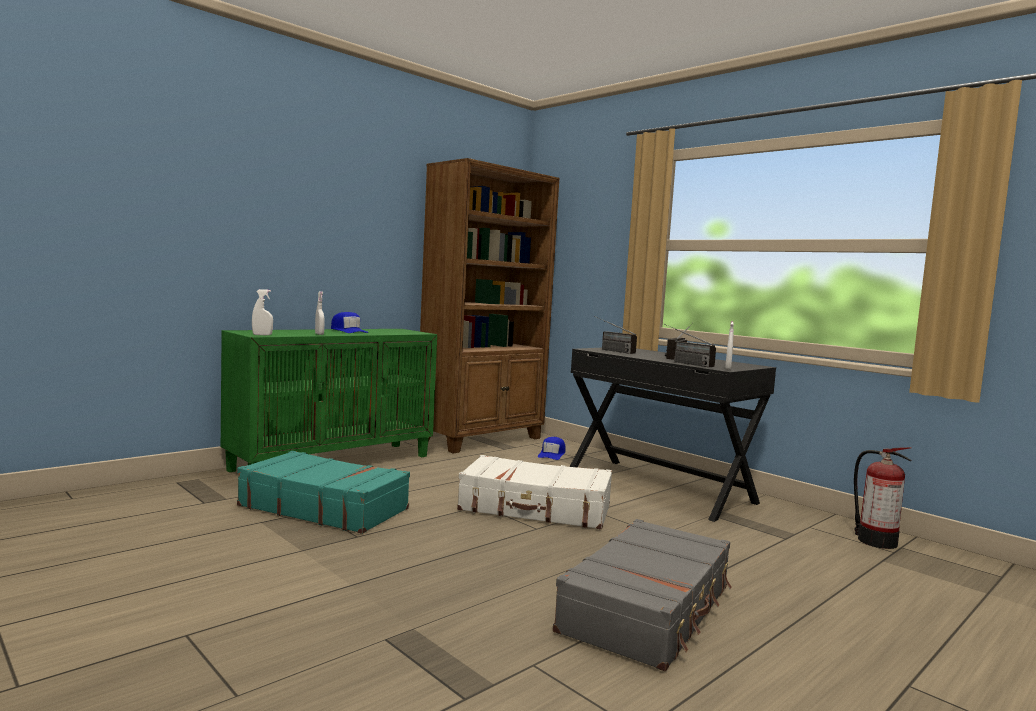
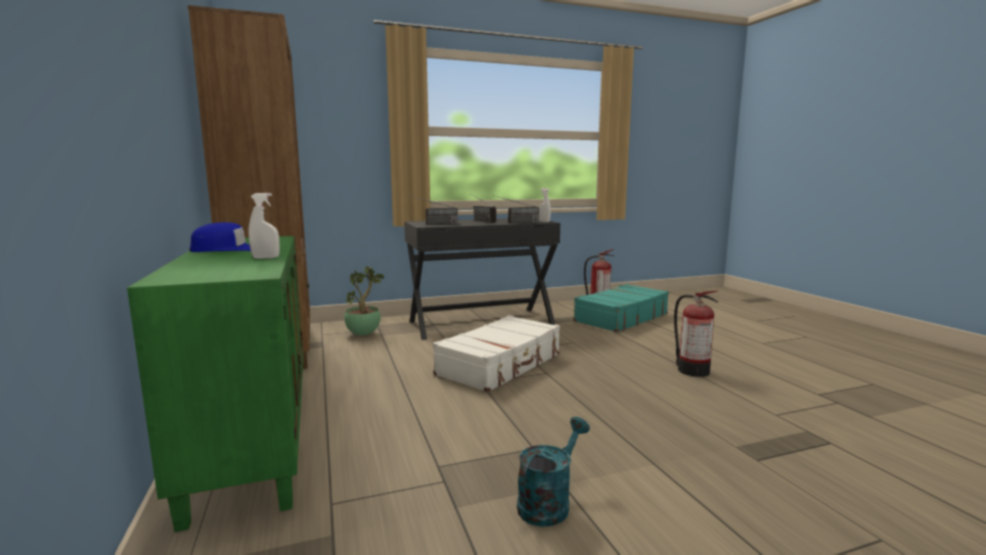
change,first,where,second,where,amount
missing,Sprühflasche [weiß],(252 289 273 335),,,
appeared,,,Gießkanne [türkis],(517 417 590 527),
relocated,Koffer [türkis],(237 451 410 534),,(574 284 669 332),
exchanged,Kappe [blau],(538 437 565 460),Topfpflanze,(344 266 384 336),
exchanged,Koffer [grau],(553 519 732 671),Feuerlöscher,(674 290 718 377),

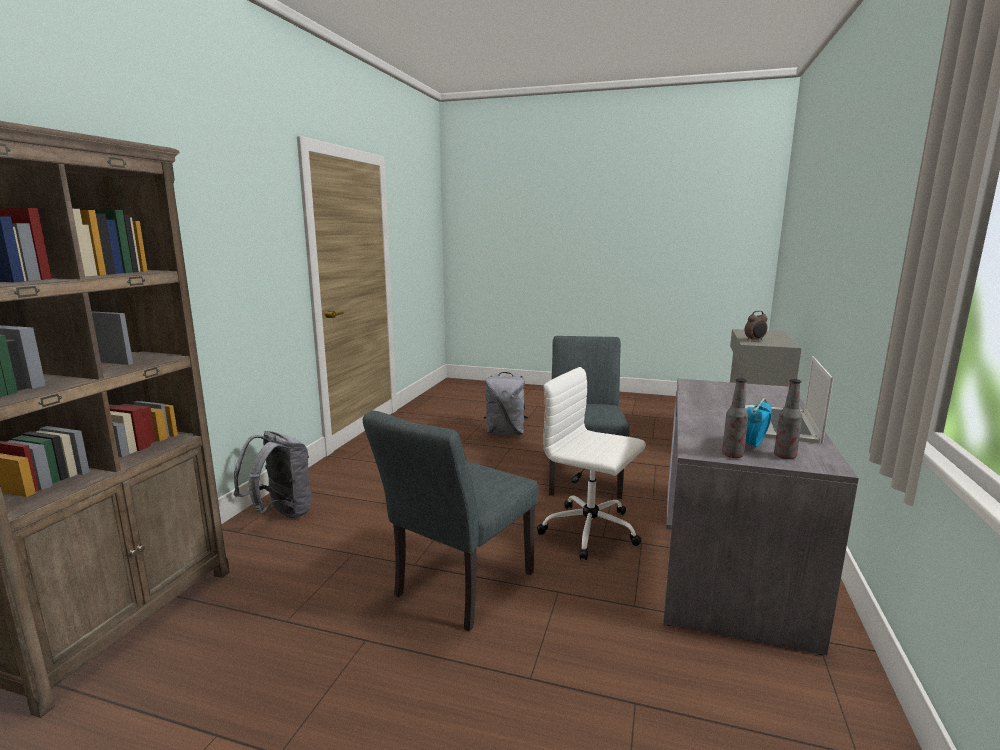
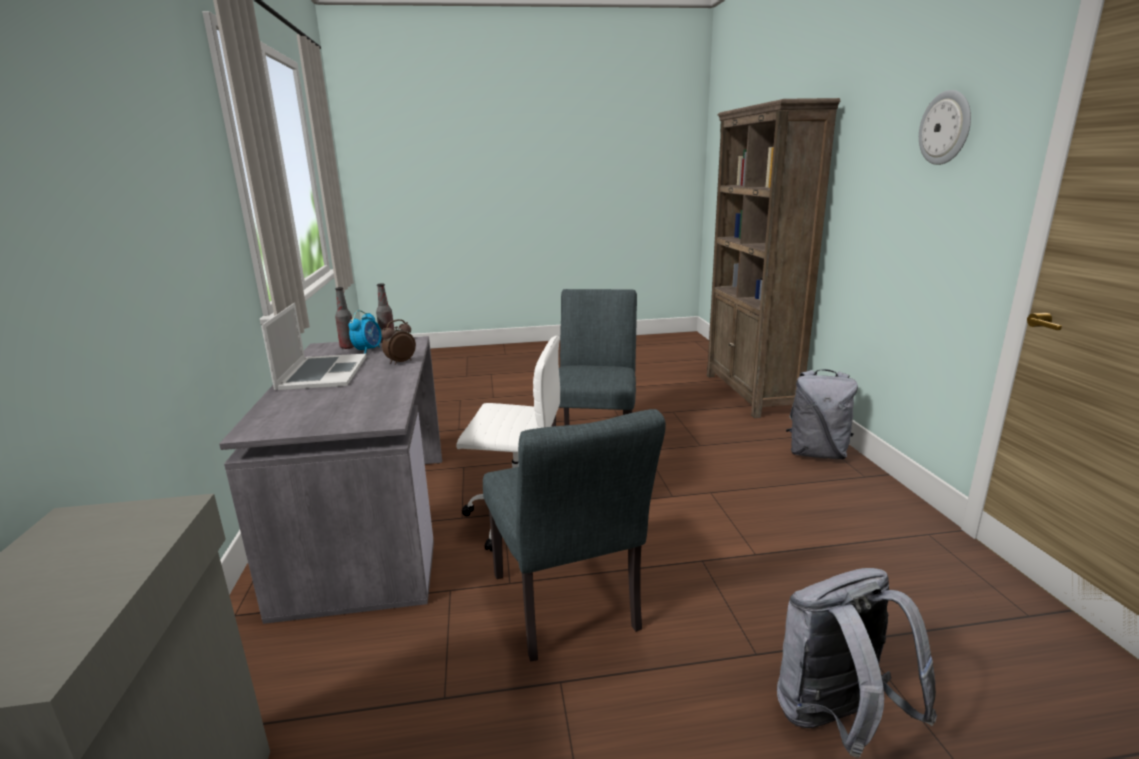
change,first,where,second,where,amount
appeared,,,Wanduhr,(919 90 971 165),
relocated,Wecker,(745 311 767 341),,(381 319 416 365),

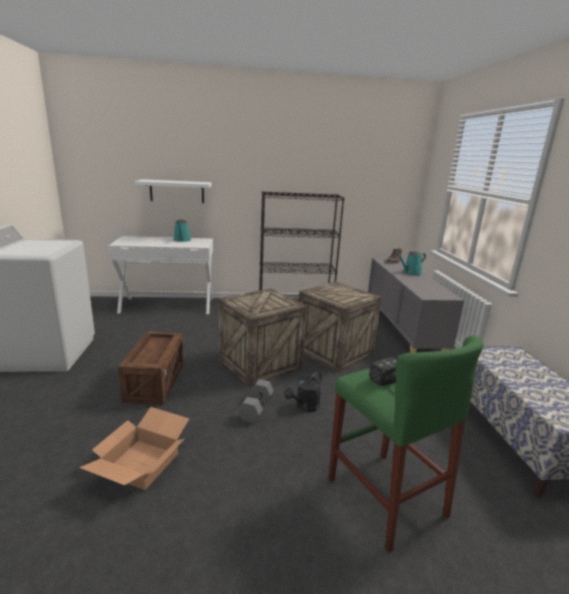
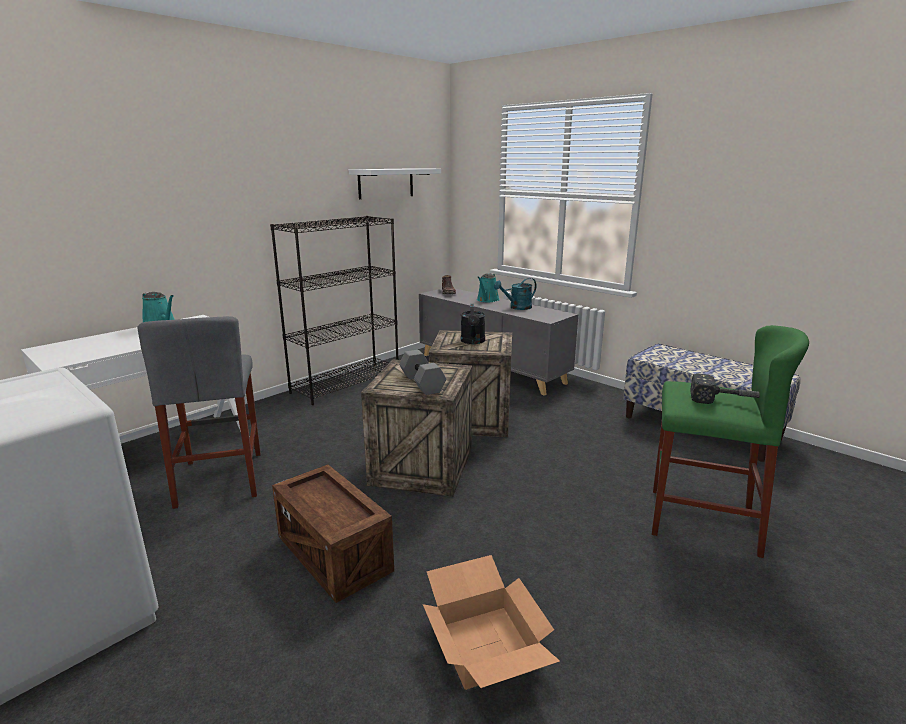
change,first,where,second,where,amount
appeared,,,Hocker [grau],(137 316 261 509),
appeared,,,Gießkanne [türkis],(494 278 536 310),
relocated,Wandregal [weiß],(135 179 211 203),,(349 168 441 199),
relocated,Hantel [grau],(238 379 274 423),,(399 350 446 395),
relocated,Gießkanne [schwarz],(284 372 322 412),,(461 304 485 344),

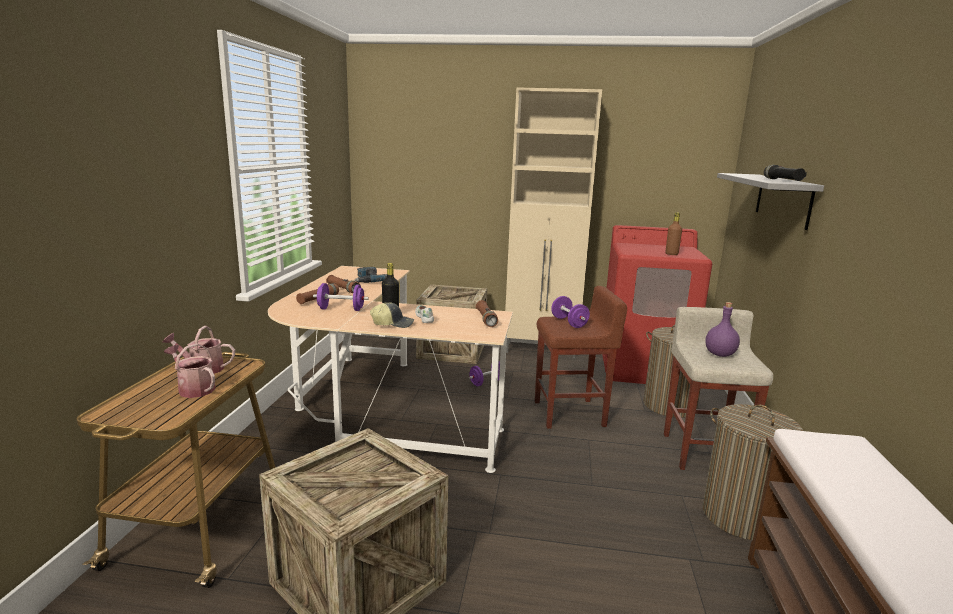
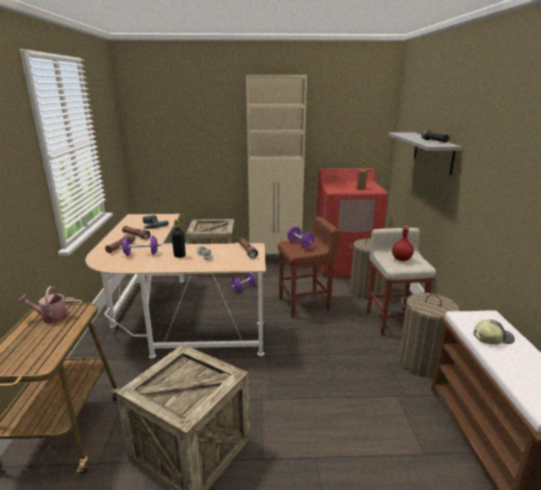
change,first,where,second,where,amount
missing,Gießkanne,(164 343 216 398),,,
relocated,Kappe,(370 303 414 328),,(473 319 515 345),
colour,Flasche [lila],(705 302 740 357),Flasche [rot],(392 226 414 261),

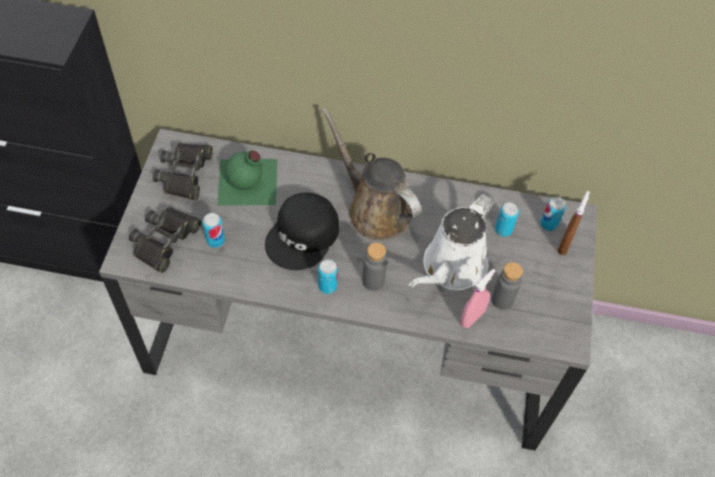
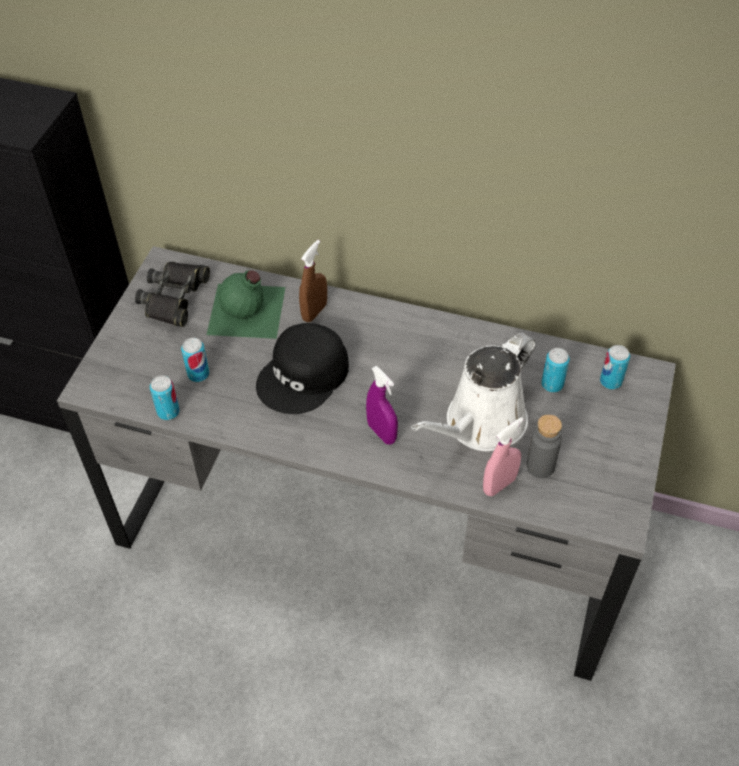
change,first,where,second,where,amount
missing,Fernglas [schwarz],(129 208 201 273),,,
missing,Gießkanne [braun],(322 107 421 240),,,
relocated,Dose,(318 259 338 294),,(150 375 180 420),
relocated,Sprühflasche [braun],(557 191 590 255),,(299 240 327 322),
exchanged,Flasche [grau],(362 243 387 291),Sprühflasche [lila],(366 366 398 445),

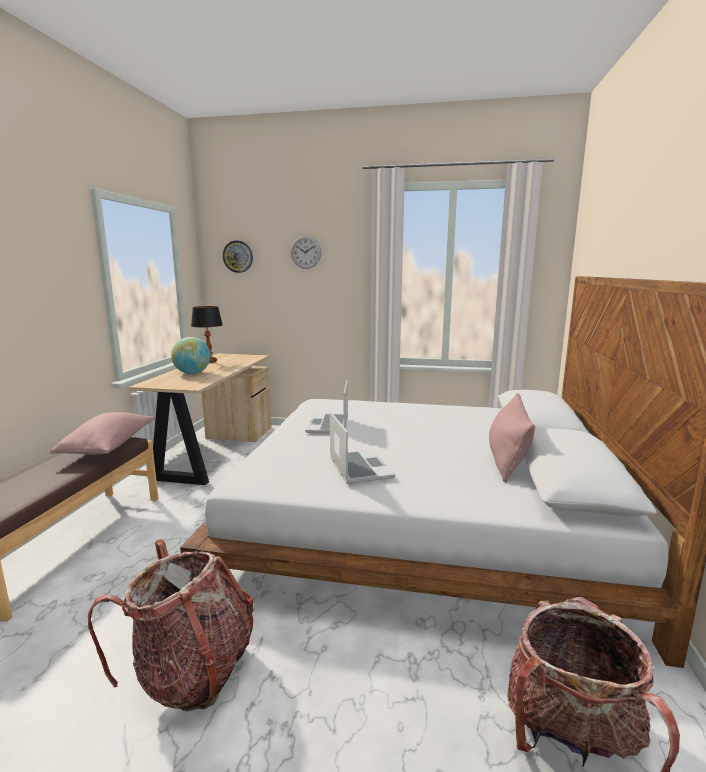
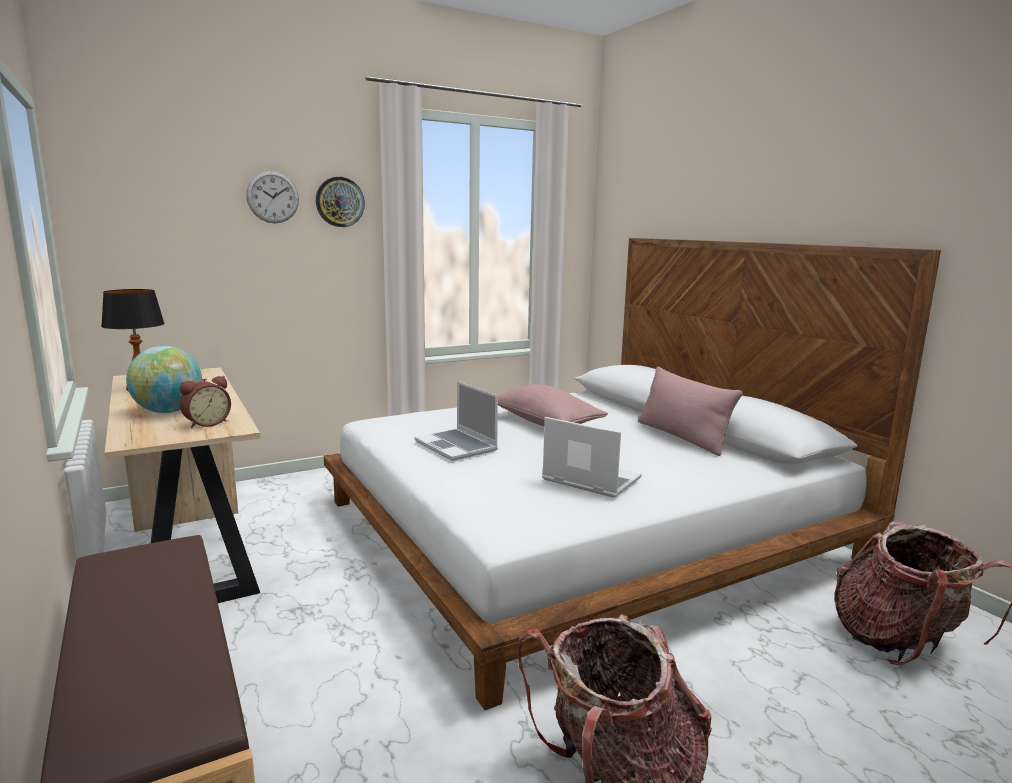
change,first,where,second,where,amount
appeared,,,Wecker,(180 376 231 428),
relocated,Kissen [rosa],(50 412 155 455),,(496 384 608 426),
relocated,Wanduhr,(223 241 253 273),,(316 177 365 227),

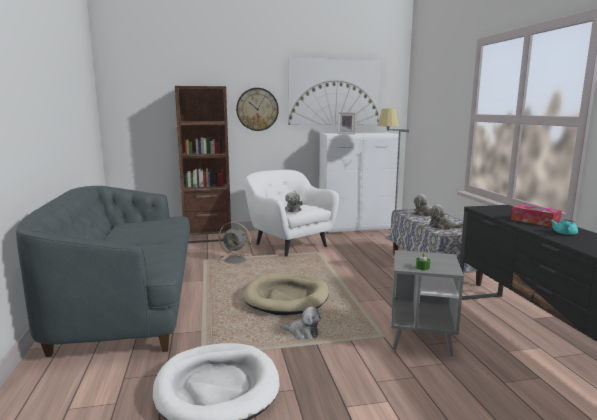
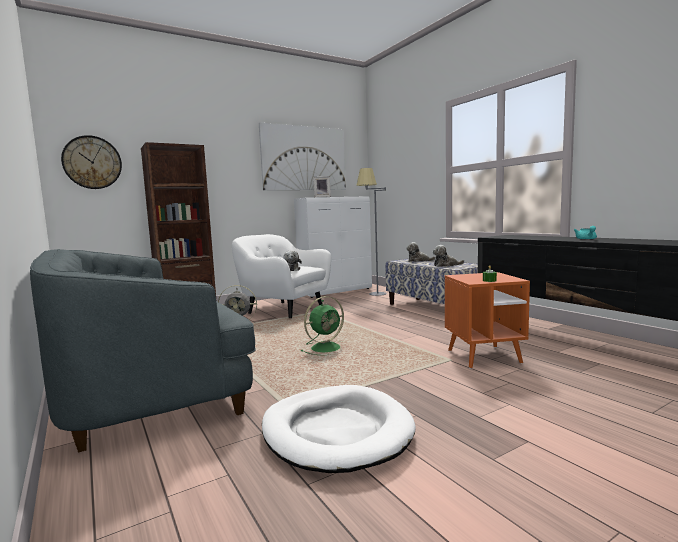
change,first,where,second,where,amount
missing,Plüschtier,(280 306 321 340),,,
missing,Taschentuchbox,(511 204 562 227),,,
relocated,Wanduhr,(236 88 279 131),,(61 135 122 189),
exchanged,Hundebett [beige],(243 273 329 315),Ventilator [grün],(300 296 344 355),
colour,Beistelltisch [grau],(391 250 464 358),Beistelltisch [orange],(445 272 530 369),

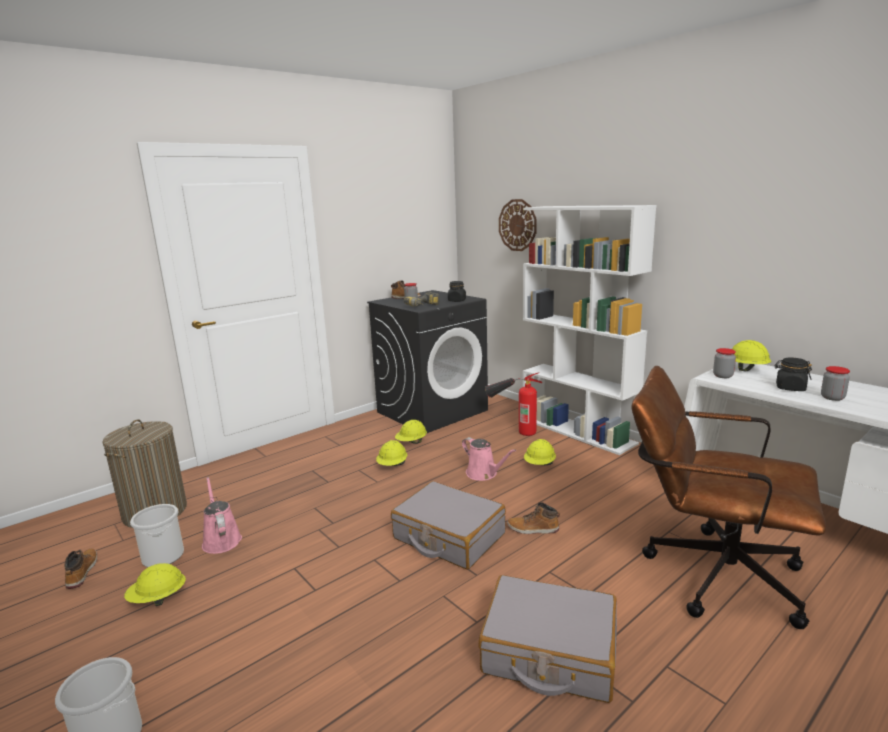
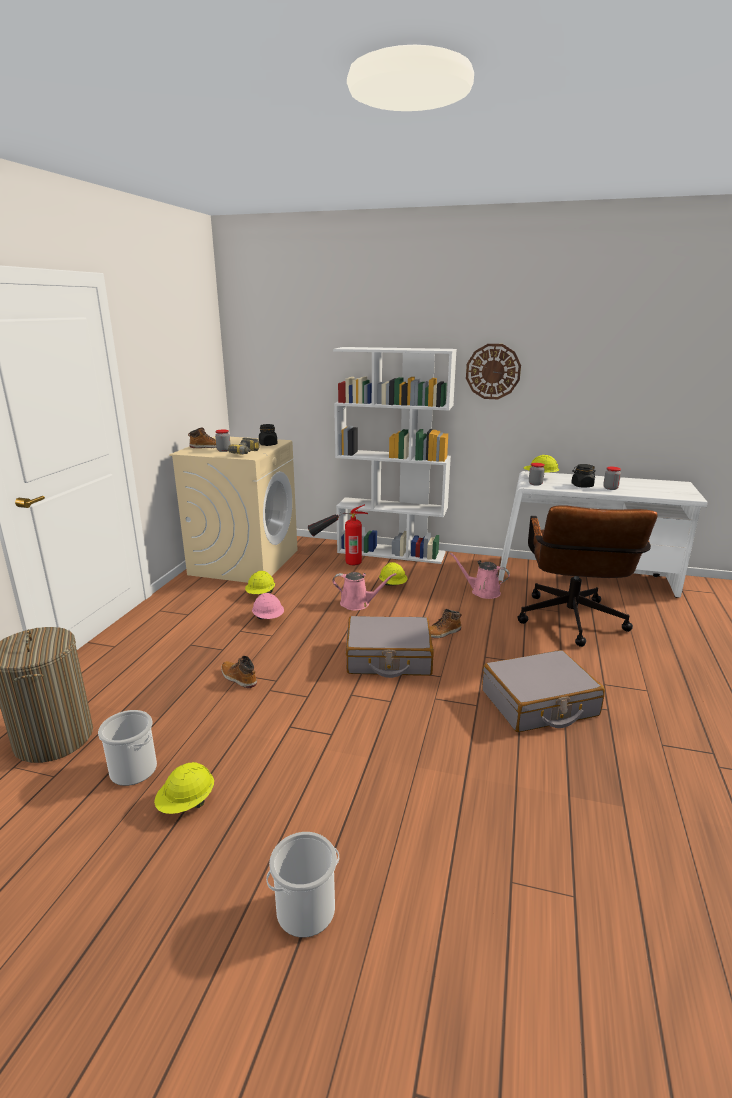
change,first,where,second,where,amount
relocated,Stiefel,(64 549 97 589),,(221 656 257 688),
relocated,Gießkanne [rosa],(202 477 242 554),,(450 552 510 599),
relocated,Wanduhr,(499 199 537 251),,(466 344 521 399),
colour,Waschmaschine [schwarz],(367 290 488 433),Waschmaschine [beige],(169 436 298 583),
colour,Schutzhelm [gelb],(376 440 407 466),Schutzhelm [rosa],(252 593 284 619),
spun,Bürostuhl [braun],(631 366 826 629),,(517 505 658 647),75 degrees counterclockwise

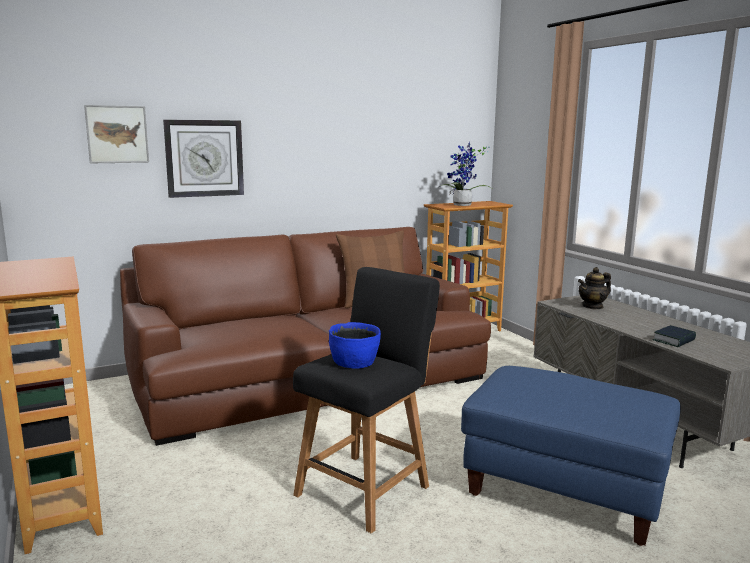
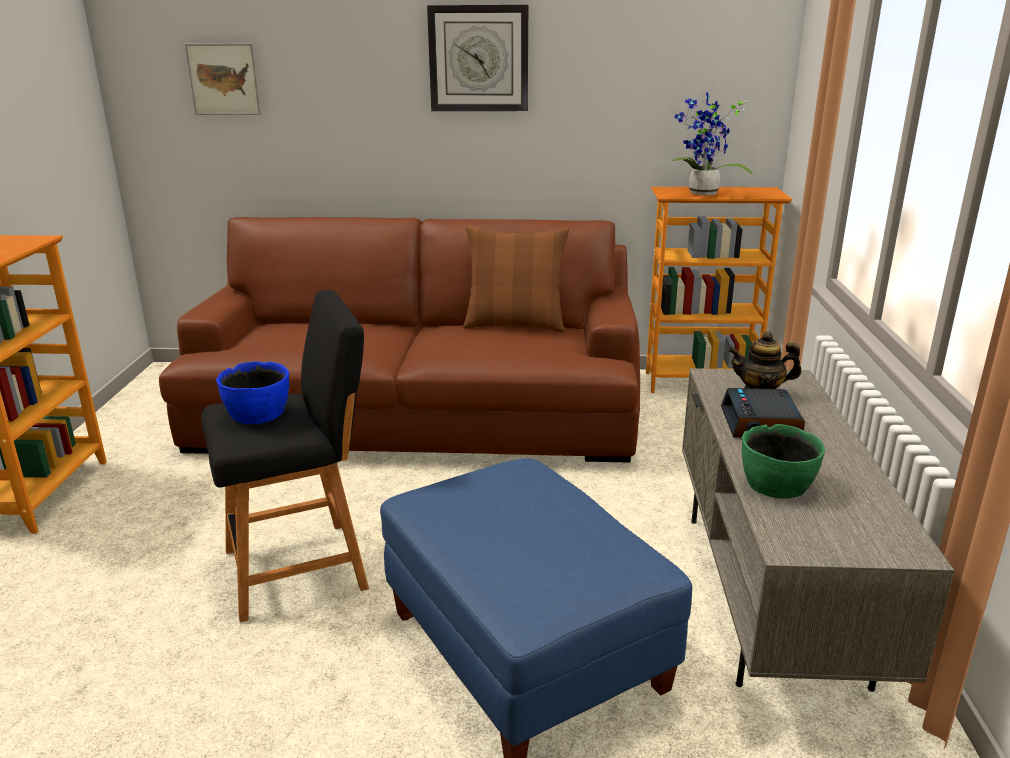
change,first,where,second,where,amount
appeared,,,Wecker,(721 388 805 438),
relocated,Wanduhr,(163 119 244 198),,(427 5 528 111),
exchanged,Buch,(652 325 696 347),Schüssel [grün],(742 424 825 499),

